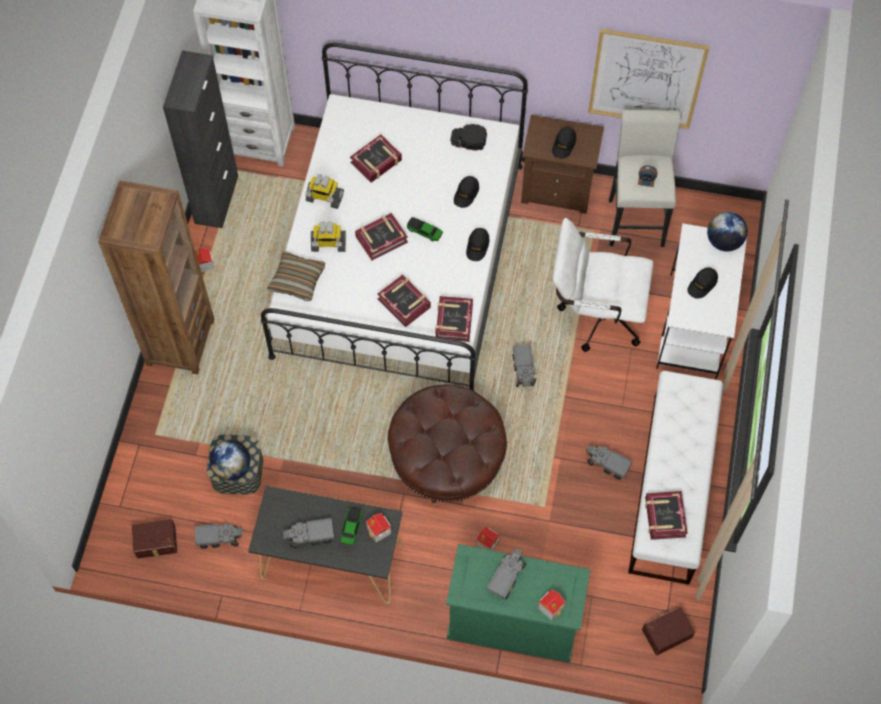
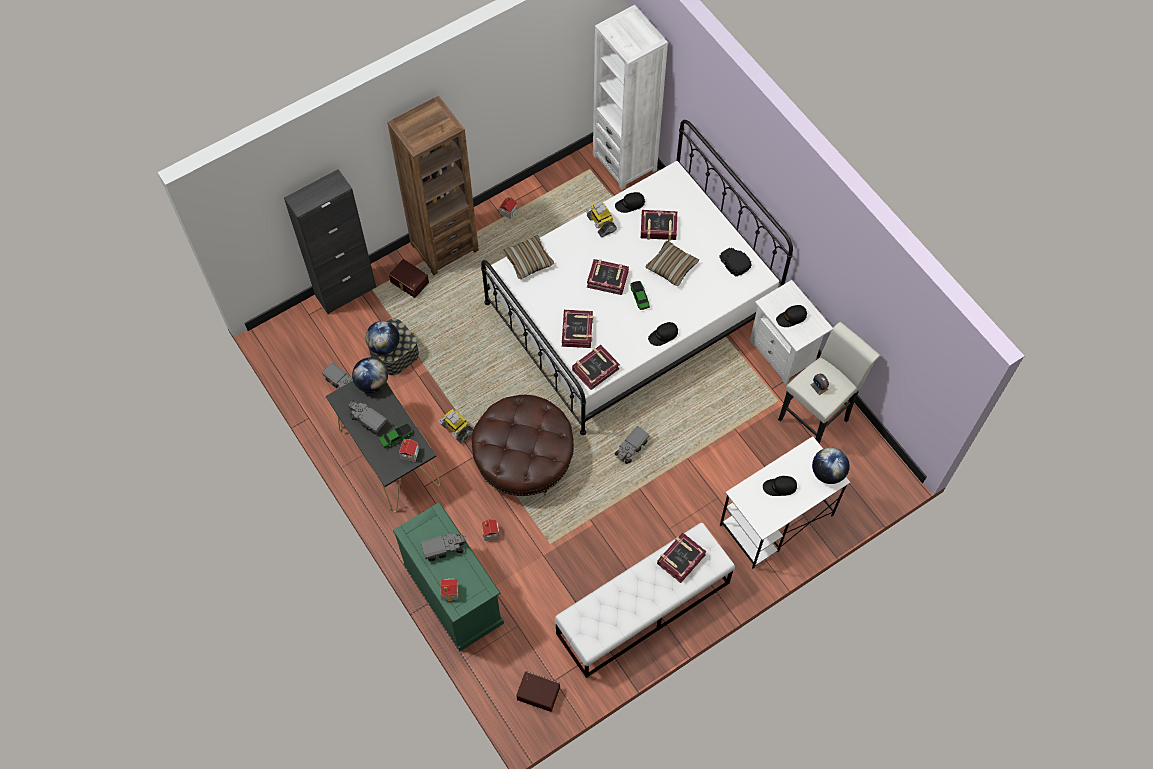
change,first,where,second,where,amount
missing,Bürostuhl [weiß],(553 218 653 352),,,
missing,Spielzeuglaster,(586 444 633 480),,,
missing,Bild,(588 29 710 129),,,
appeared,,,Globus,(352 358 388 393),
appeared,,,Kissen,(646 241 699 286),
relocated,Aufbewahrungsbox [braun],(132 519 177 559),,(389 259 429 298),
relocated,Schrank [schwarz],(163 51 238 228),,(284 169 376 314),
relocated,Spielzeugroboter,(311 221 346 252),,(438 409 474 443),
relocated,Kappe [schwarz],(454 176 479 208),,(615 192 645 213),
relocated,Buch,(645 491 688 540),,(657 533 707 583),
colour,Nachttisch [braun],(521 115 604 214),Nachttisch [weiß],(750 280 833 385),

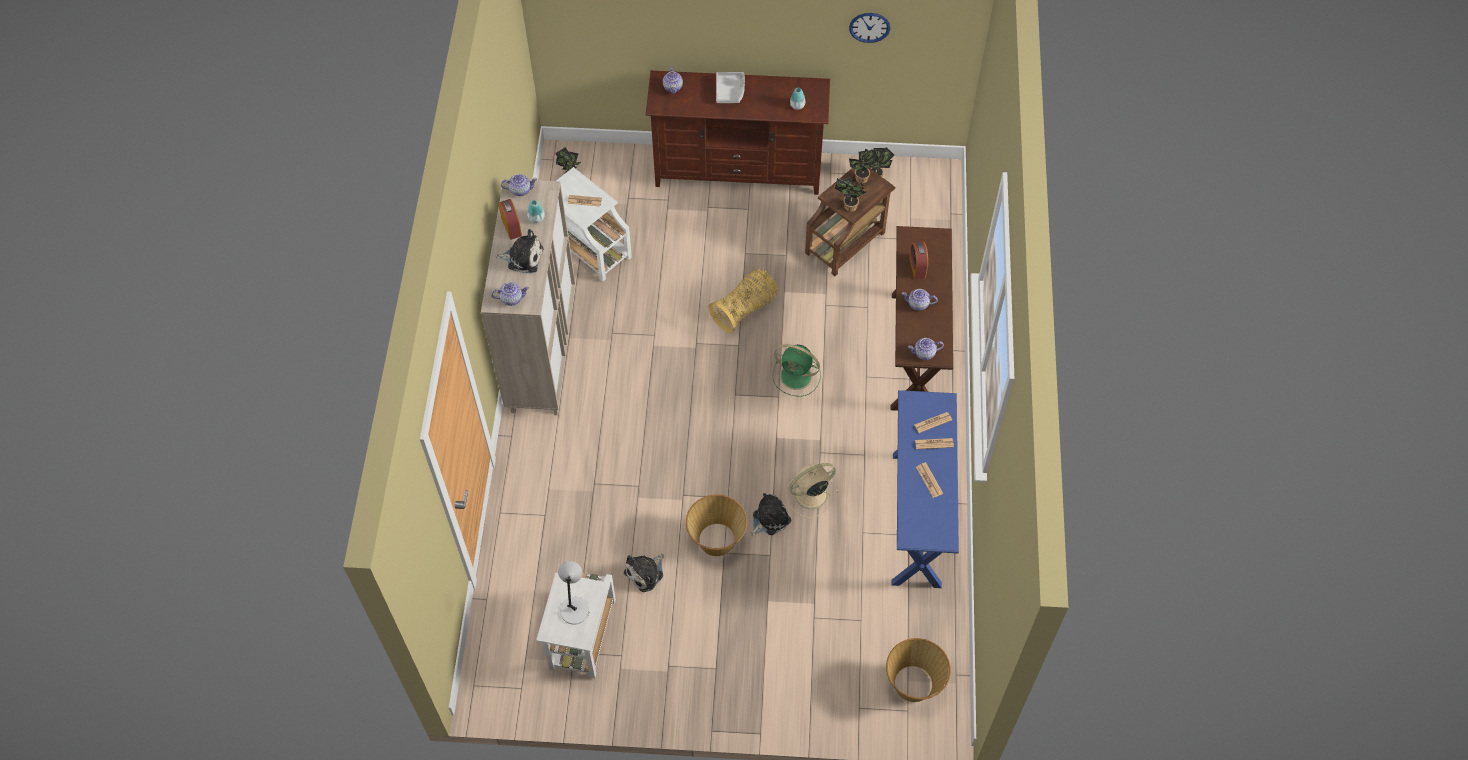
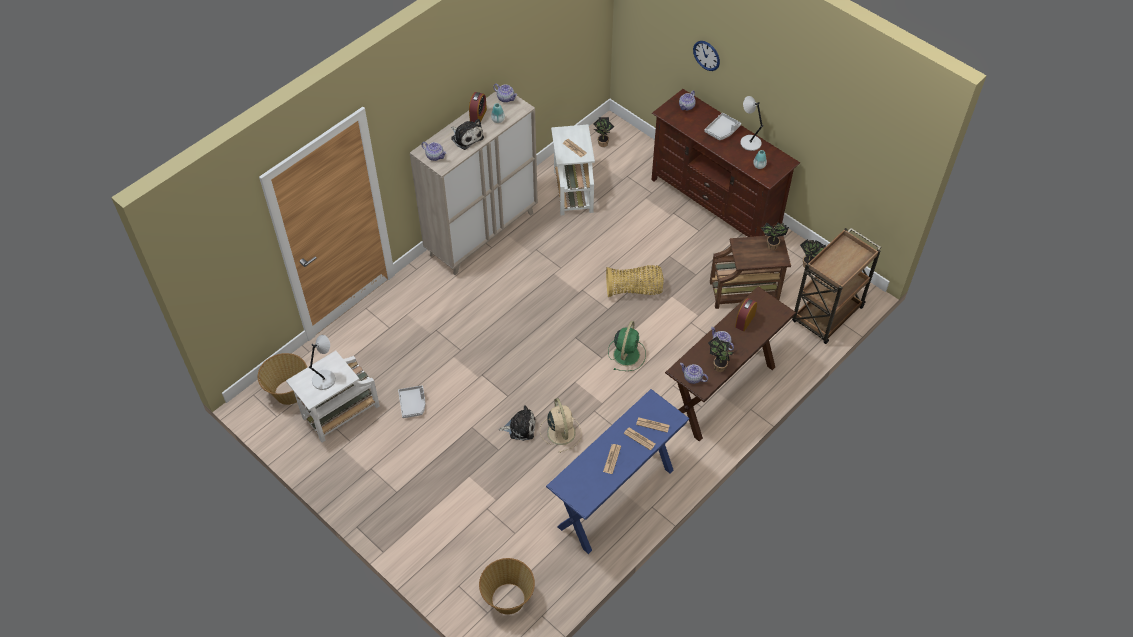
change,first,where,second,where,amount
appeared,,,Tischlampe [grau],(740 96 763 151),
appeared,,,Rollwagen [braun],(792 228 881 344),
relocated,Korb,(686 494 747 556),,(258 353 307 405),
relocated,Topfpflanze,(835 177 866 212),,(708 336 734 372),
relocated,Wanduhr,(849 13 890 43),,(693 41 720 71),
exchanged,Plüschtier,(624 554 664 592),Tablett [grau],(398 385 425 418),
spun,Ventilator [grün],(773 344 821 397),,(608 321 646 371),135 degrees counterclockwise
spun,Ventilator [beige],(786 463 838 518),,(540 398 581 453),60 degrees clockwise

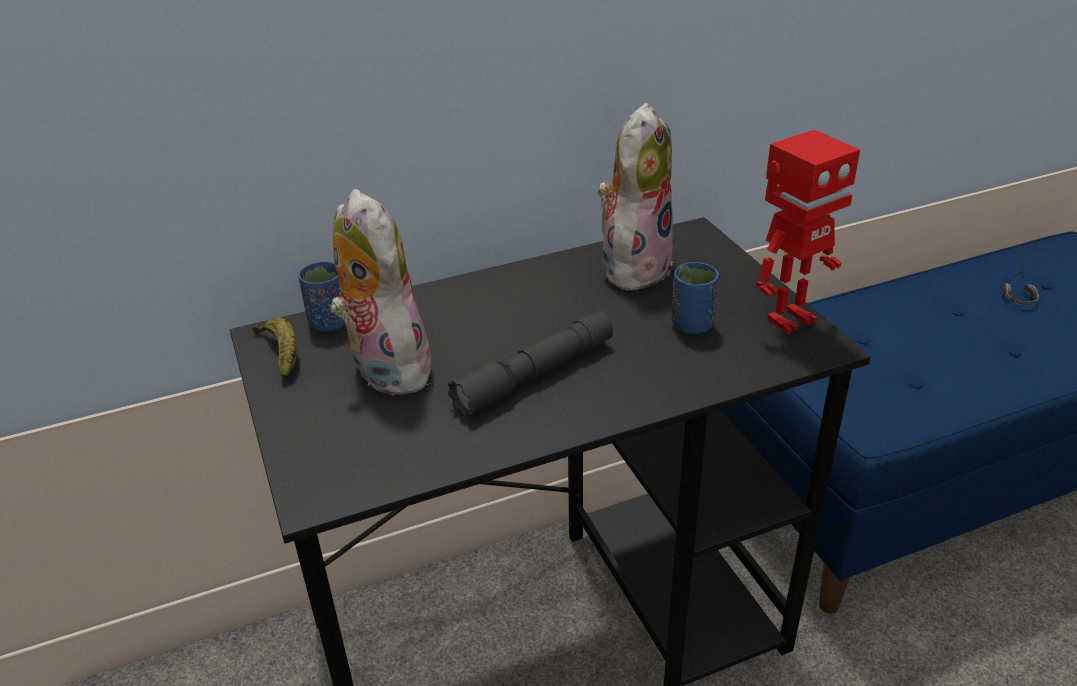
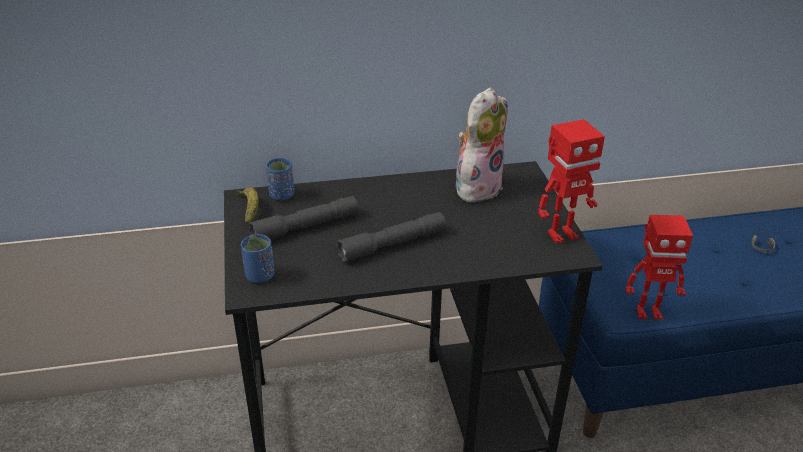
change,first,where,second,where,amount
appeared,,,Spielzeugroboter,(626 215 693 320),
relocated,Tasse [blau],(672 262 719 334),,(241 234 275 283),
exchanged,Plüschtier,(329 189 431 395),Taschenlampe [grau],(249 196 358 240),

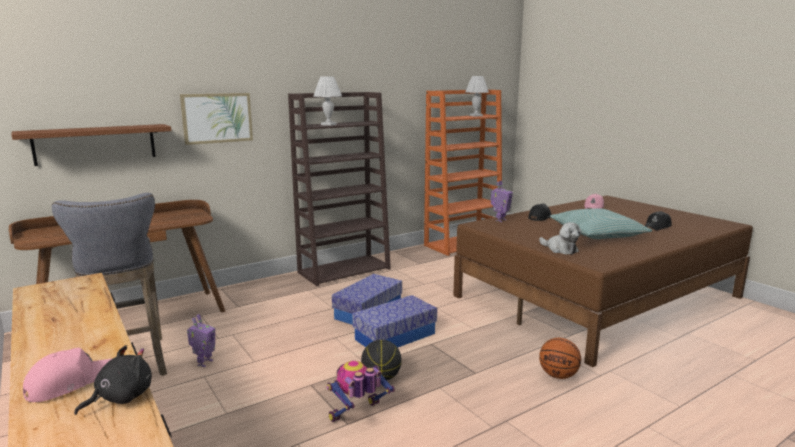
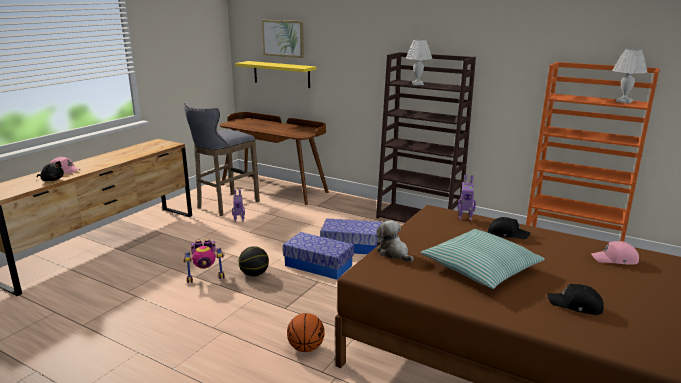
change,first,where,second,where,amount
relocated,Bild,(180 93 253 145),,(262 20 304 58),
colour,Wandregal [braun],(11 124 172 166),Wandregal [gelb],(235 61 317 88),
spun,Spielzeugroboter,(327 361 395 422),,(183 239 225 283),135 degrees clockwise
spun,Plüschtier,(539 222 581 255),,(376 220 414 262),120 degrees clockwise

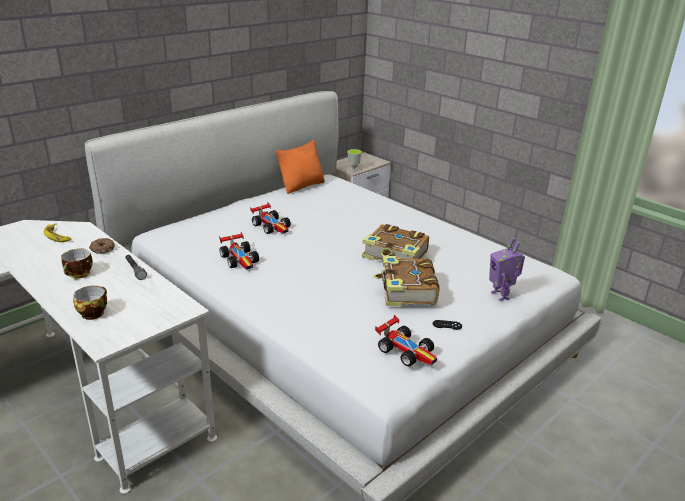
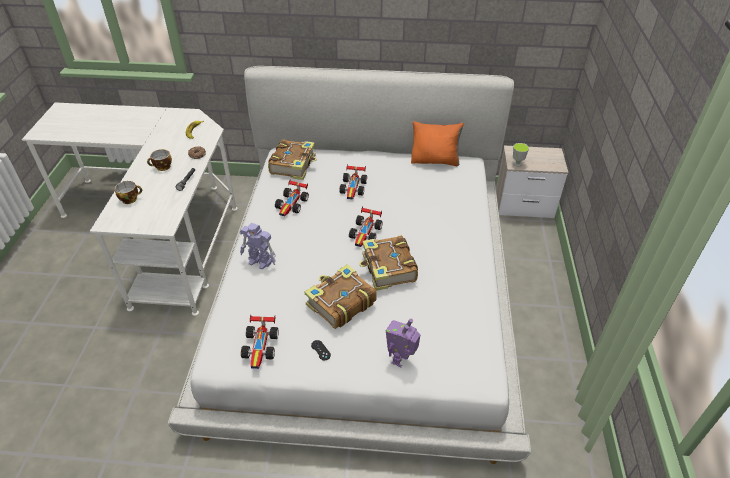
change,first,where,second,where,amount
appeared,,,Spielzeugroboter,(240 223 276 269),
appeared,,,Buch,(268 139 317 180),
appeared,,,Spielzeugauto,(349 206 383 247),

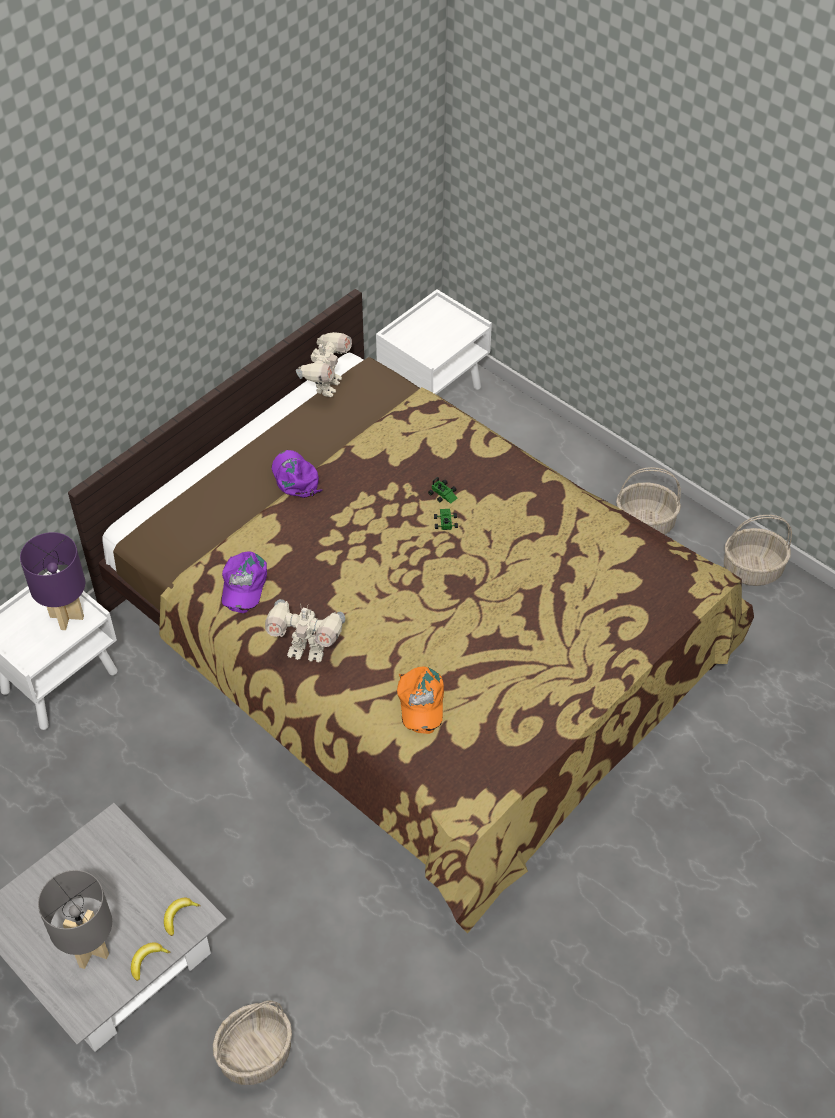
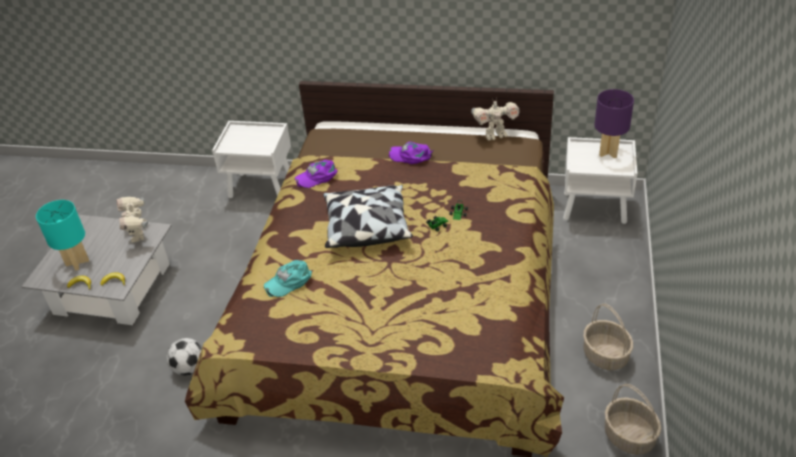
change,first,where,second,where,amount
missing,Korb,(213 1000 292 1085),,,
appeared,,,Fußball,(166 338 202 376),
appeared,,,Kissen,(323 185 413 248),
relocated,Tischlampe [lila],(20 532 85 630),,(594 89 634 158),
relocated,Spielzeugroboter,(265 599 345 662),,(117 197 148 243),
colour,Tischlampe [grau],(38 870 112 969),Tischlampe [türkis],(36 200 89 271),
colour,Kappe [orange],(397 667 444 734),Kappe [türkis],(263 260 312 297),
spun,Kappe [lila],(272 450 322 498),,(389 141 433 164),105 degrees counterclockwise

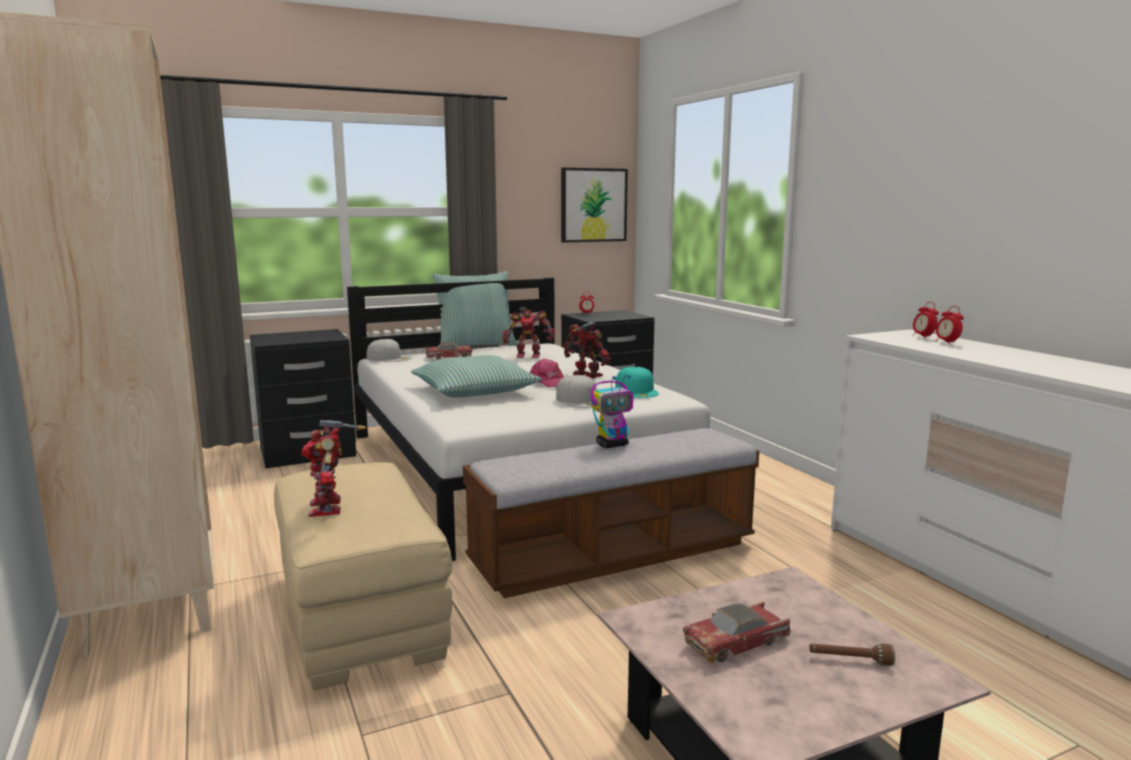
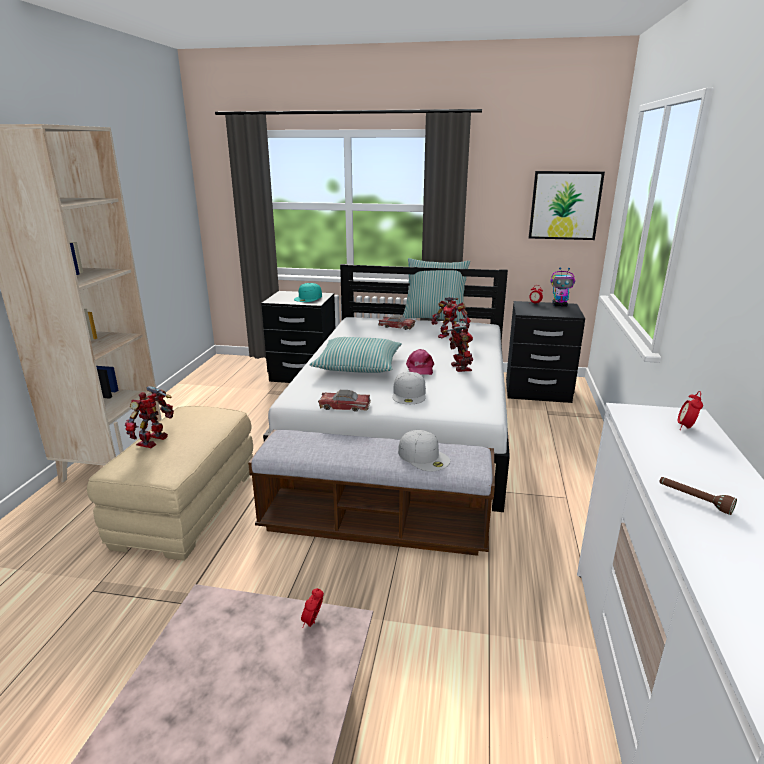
change,first,where,second,where,amount
relocated,Kappe [weiß],(366 339 412 362),,(398 430 450 471),
relocated,Spielzeugroboter,(591 375 633 448),,(551 267 575 307),
relocated,Kappe [türkis],(615 367 659 398),,(294 283 322 302),
relocated,Spielzeugauto,(683 601 791 663),,(318 390 371 412),
relocated,Taschenlampe [braun],(809 644 895 665),,(659 477 737 515),
relocated,Wecker,(936 306 964 344),,(301 588 324 628),

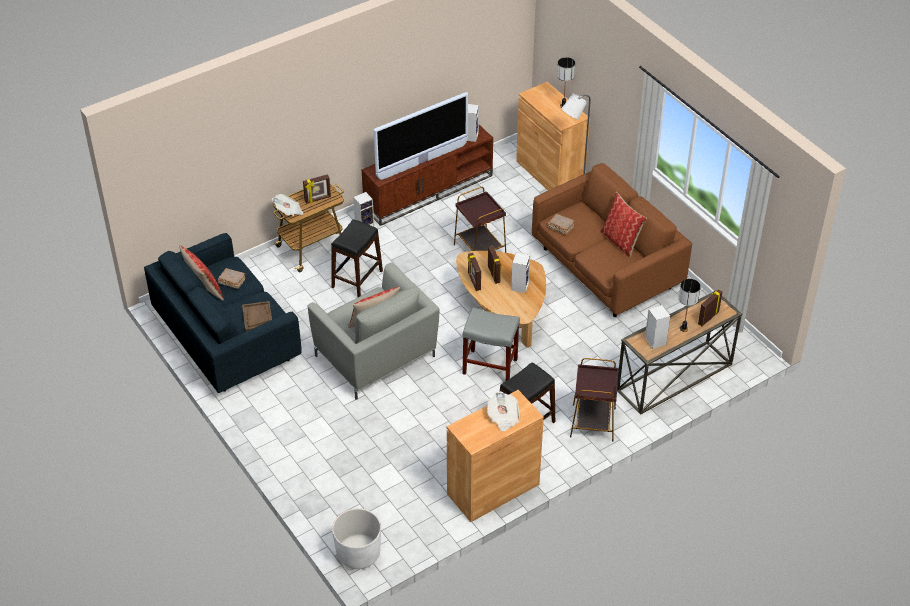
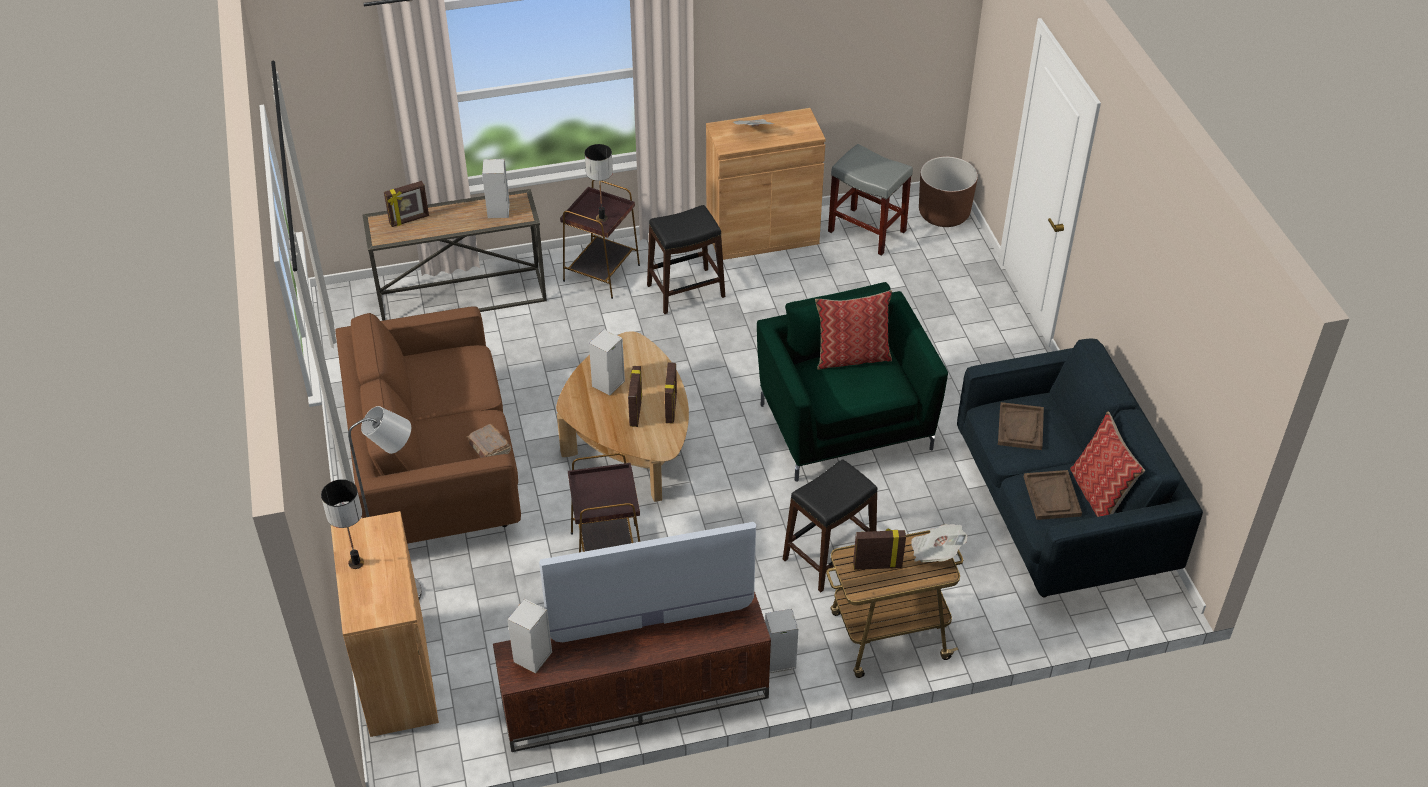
change,first,where,second,where,amount
missing,Kissen,(600 192 647 258),,,
relocated,Hocker [grau],(462 307 520 381),,(828 144 913 256),
relocated,Tischlampe,(679 279 701 332),,(585 144 613 222),
exchanged,Buch [braun],(218 268 245 289),Tablett [braun],(1024 470 1082 520),
colour,Sessel [grau],(308 263 440 400),Sessel [grün],(757 282 948 482),
colour,Pflanzkübel [weiß],(332 508 381 569),Pflanzkübel [braun],(919 156 978 227),

